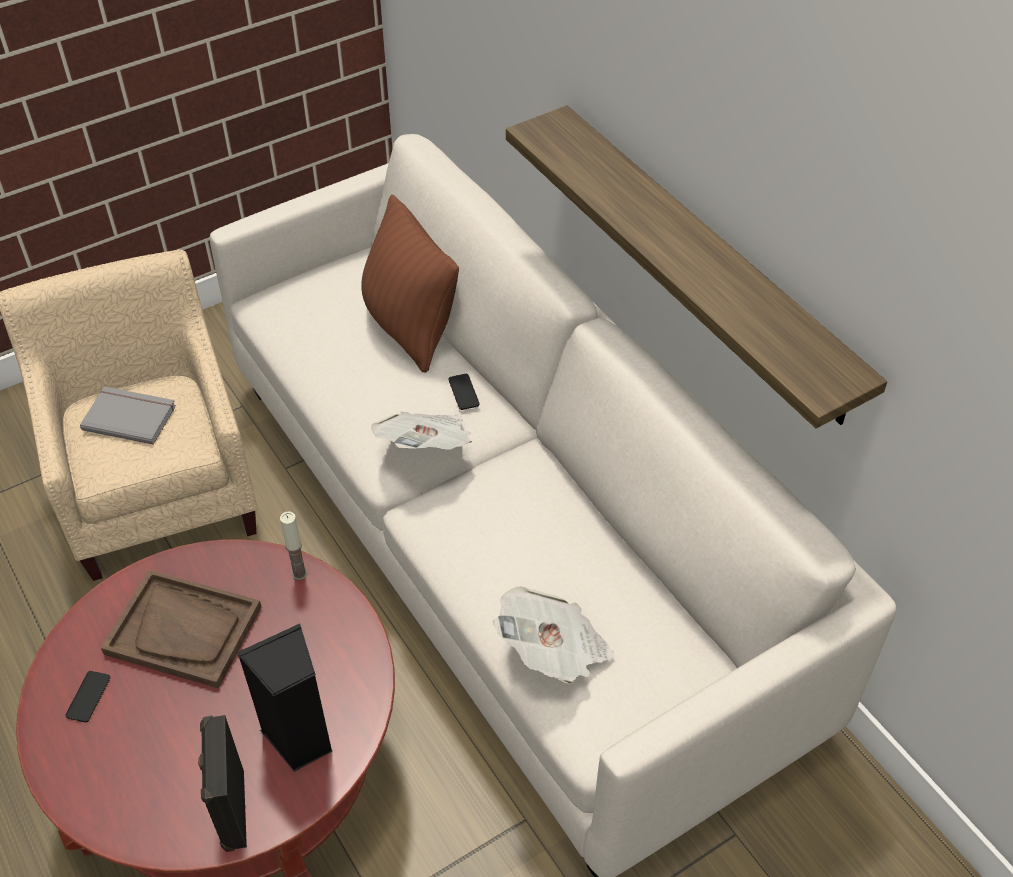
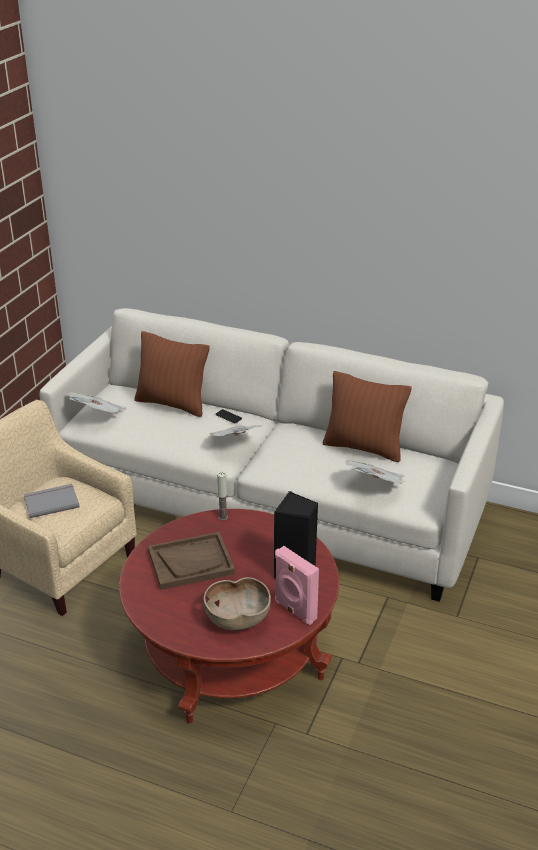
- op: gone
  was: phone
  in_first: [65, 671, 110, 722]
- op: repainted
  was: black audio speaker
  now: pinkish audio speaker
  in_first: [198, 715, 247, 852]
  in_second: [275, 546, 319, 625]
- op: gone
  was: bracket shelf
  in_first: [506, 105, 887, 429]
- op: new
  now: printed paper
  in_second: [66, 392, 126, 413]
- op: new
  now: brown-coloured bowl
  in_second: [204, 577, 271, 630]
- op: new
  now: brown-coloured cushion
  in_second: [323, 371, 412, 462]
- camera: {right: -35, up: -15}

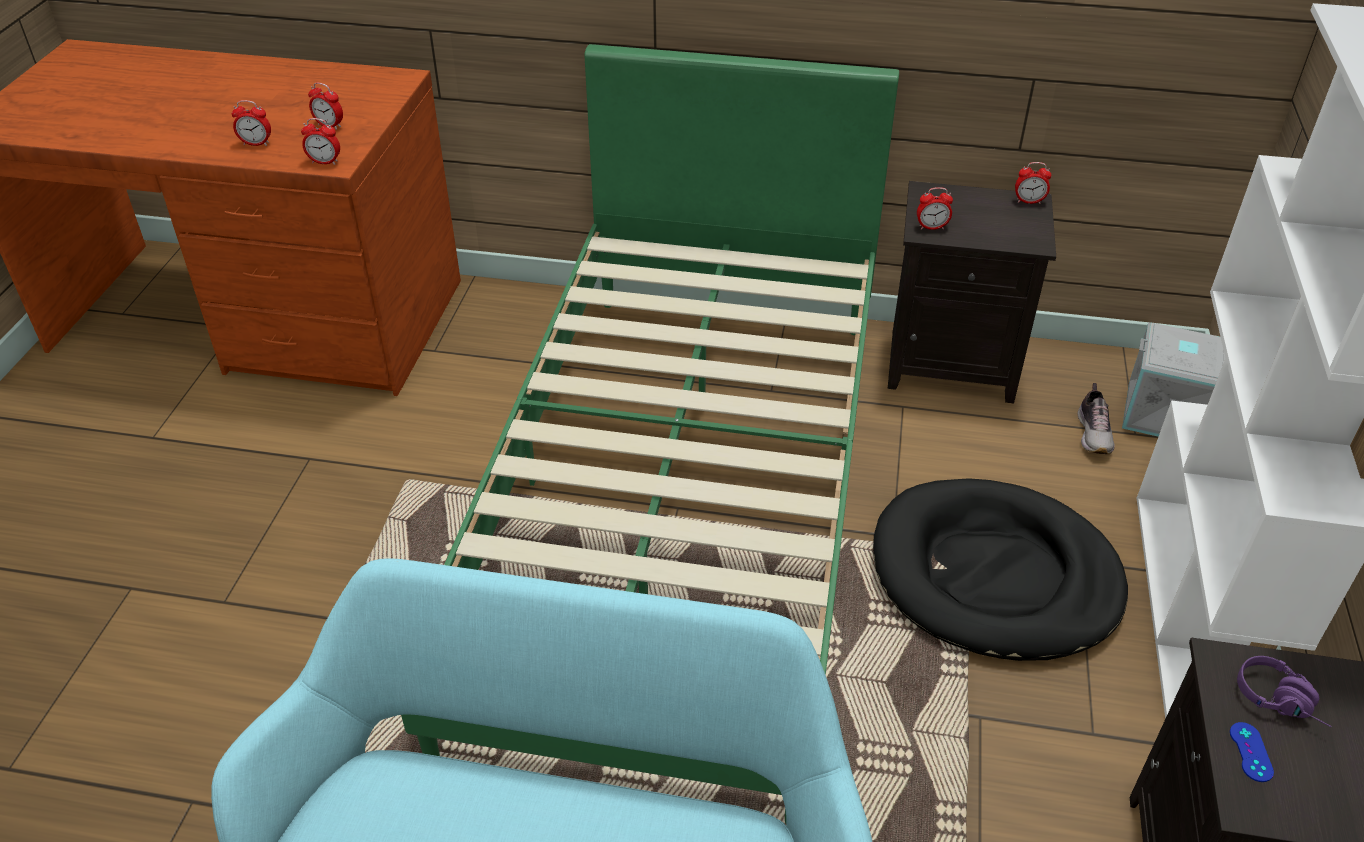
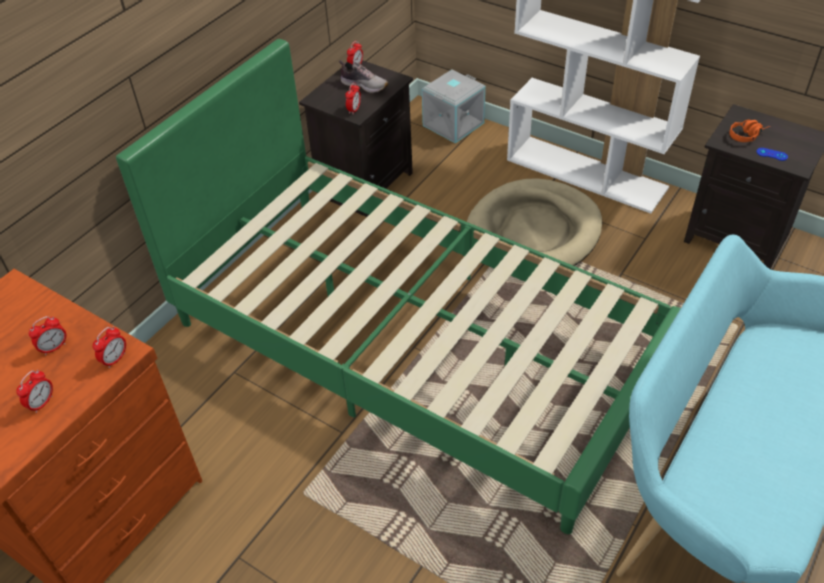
- op: repainted
  was: black dog bed
  now: beige dog bed
  in_first: [873, 478, 1128, 661]
  in_second: [467, 178, 602, 266]
- op: shifted
  was: shoe
  in_first: [1077, 383, 1115, 454]
  in_second: [339, 60, 389, 93]
- op: repainted
  was: purplish headset
  now: orange headset
  in_first: [1237, 656, 1331, 727]
  in_second: [729, 120, 770, 142]
- camera: {right: -65, up: 5}

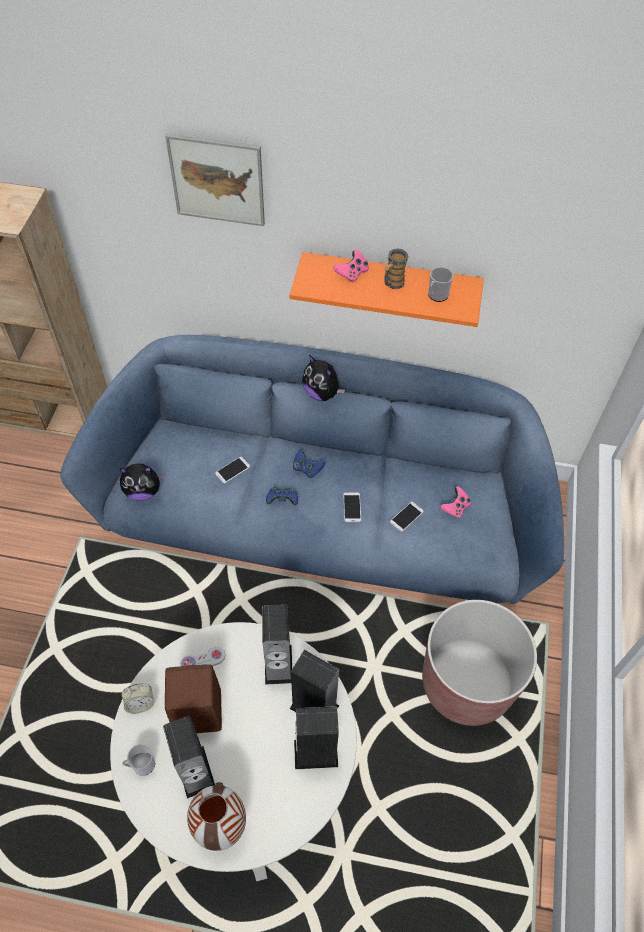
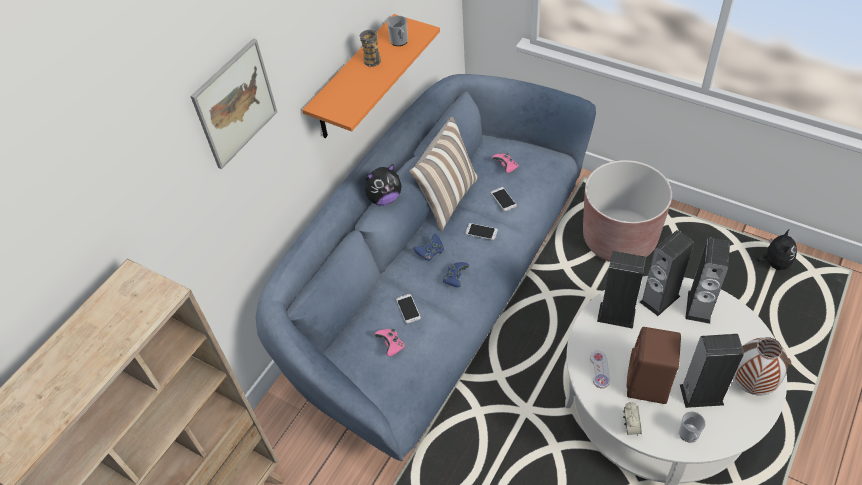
- op: shifted
  was: plush toy
  in_first: [120, 463, 164, 501]
  in_second: [756, 229, 797, 270]
- op: shifted
  was: pinkish joypad
  in_first: [333, 250, 369, 283]
  in_second: [374, 329, 405, 356]
- op: new
  now: cushion
  in_second: [409, 117, 479, 232]
- camera: {right: -65, up: -5}

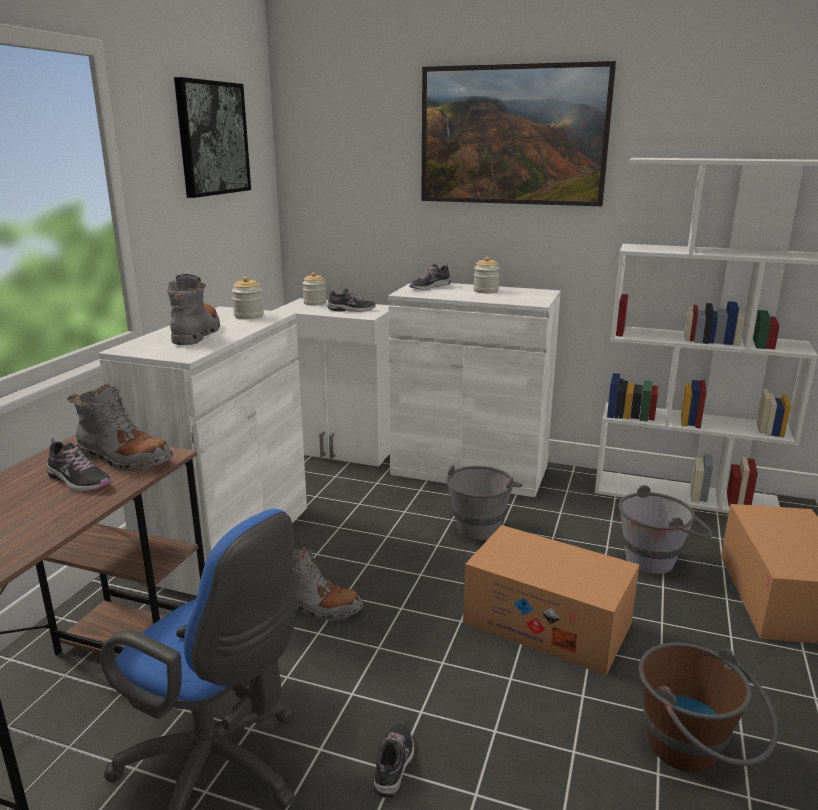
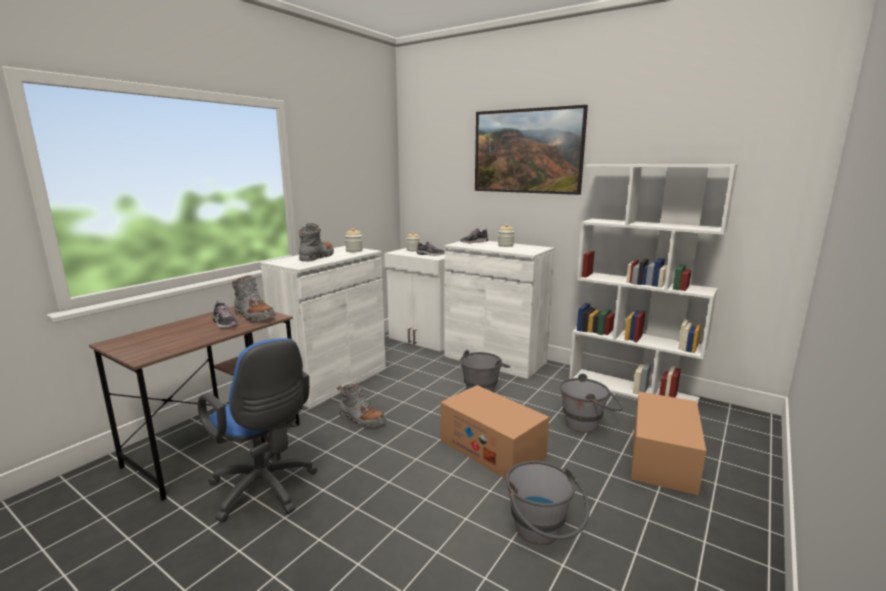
- op: gone
  was: wall picture
  in_first: [174, 77, 251, 198]
- op: gone
  was: shoe
  in_first: [374, 721, 414, 798]
- op: repainted
  was: brown-coloured water bucket
  now: grey water bucket
  in_first: [639, 643, 778, 772]
  in_second: [506, 461, 590, 545]
- camera: {right: 15, up: -5}

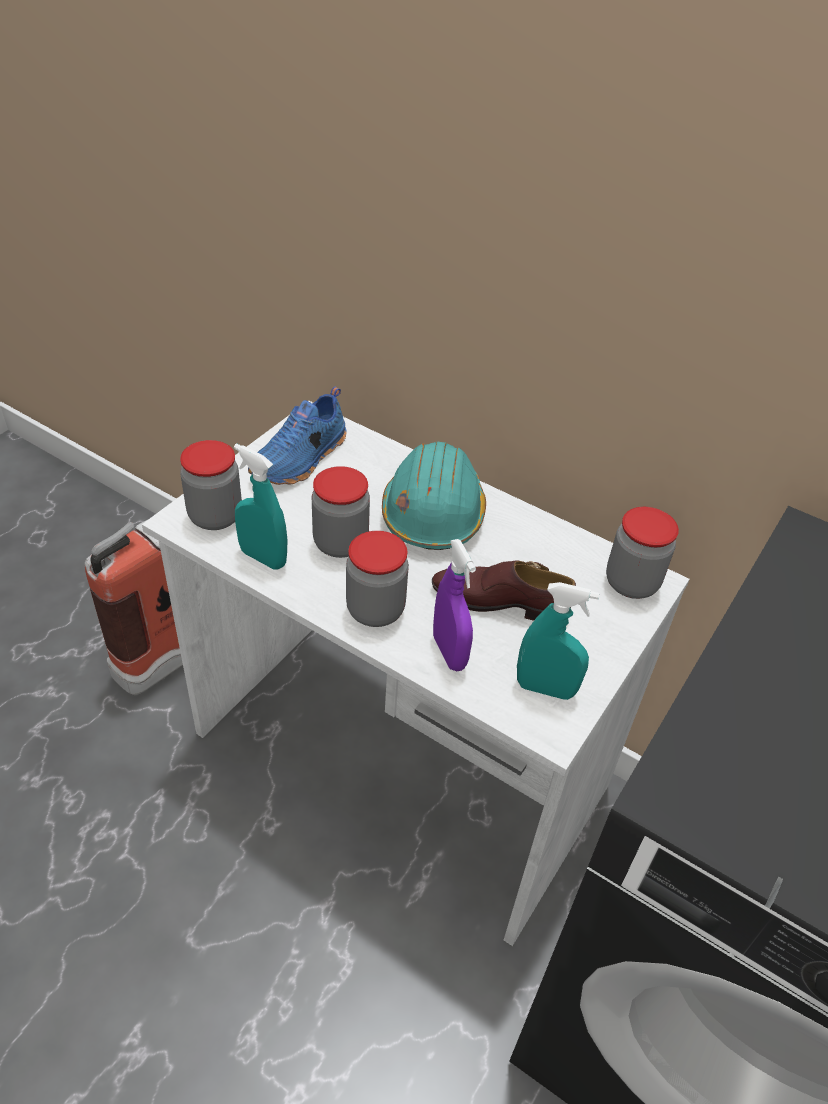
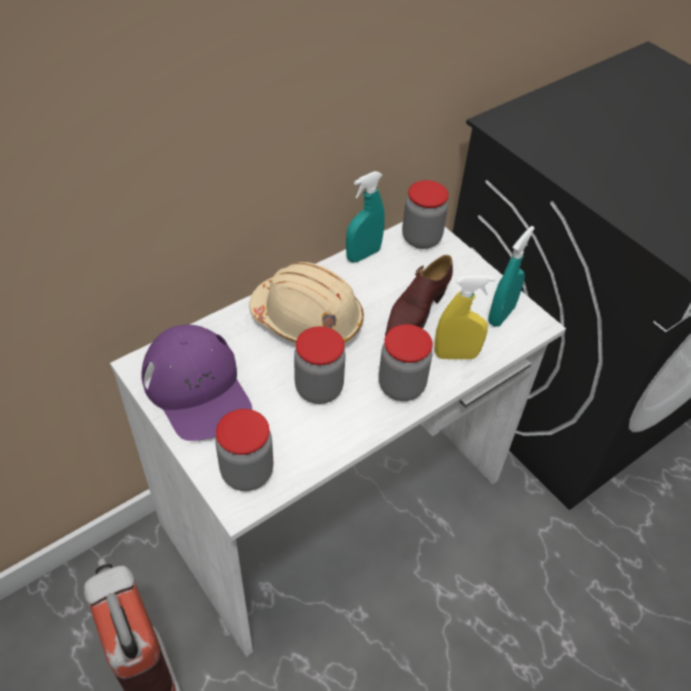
- op: shifted
  was: blue-green spray bottle
  in_first: [234, 443, 288, 570]
  in_second: [346, 171, 385, 262]
- op: swapped
  was: bluish shoe
  now: purplish baseball cap
  in_first: [248, 387, 346, 485]
  in_second: [141, 324, 252, 441]
- op: repainted
  was: blue-green hard hat
  now: beige hard hat
  in_first: [382, 442, 486, 550]
  in_second: [249, 262, 364, 344]
- op: repainted
  was: purplish spray bottle
  now: yellow spray bottle
  in_first: [433, 539, 476, 671]
  in_second: [435, 275, 495, 359]
- camera: {right: -70, up: 5}

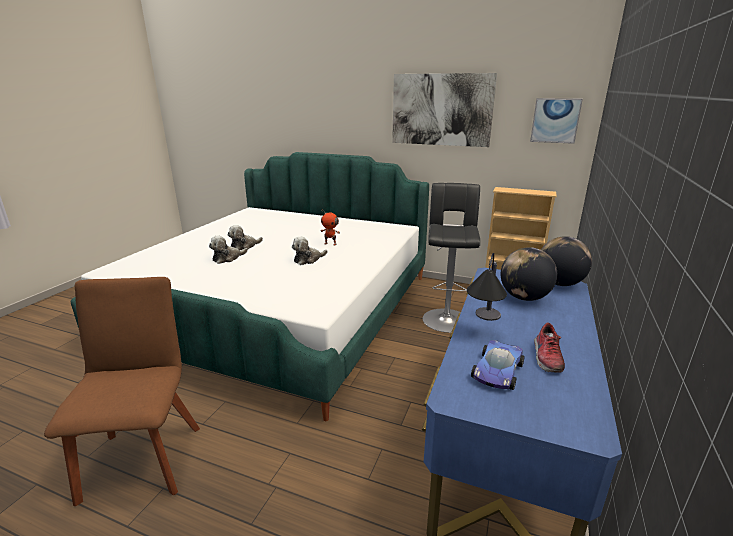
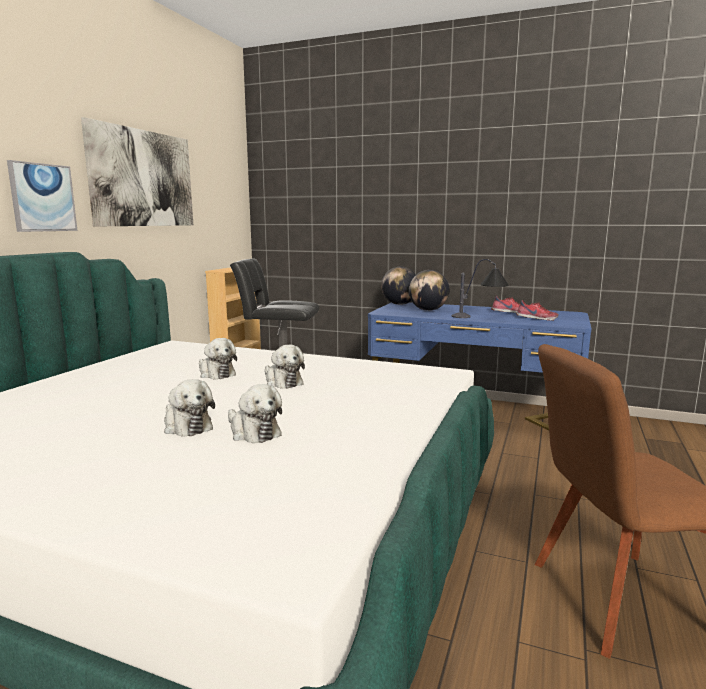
- op: swapped
  was: toy robot
  now: plush toy
  in_first: [321, 209, 340, 245]
  in_second: [199, 338, 237, 379]
- op: swapped
  was: model car
  now: shoe
  in_first: [471, 340, 525, 390]
  in_second: [516, 300, 559, 321]
- op: shifted
  was: wall picture
  in_first: [530, 98, 583, 144]
  in_second: [7, 160, 77, 232]
- camera: {right: -90, up: -10}

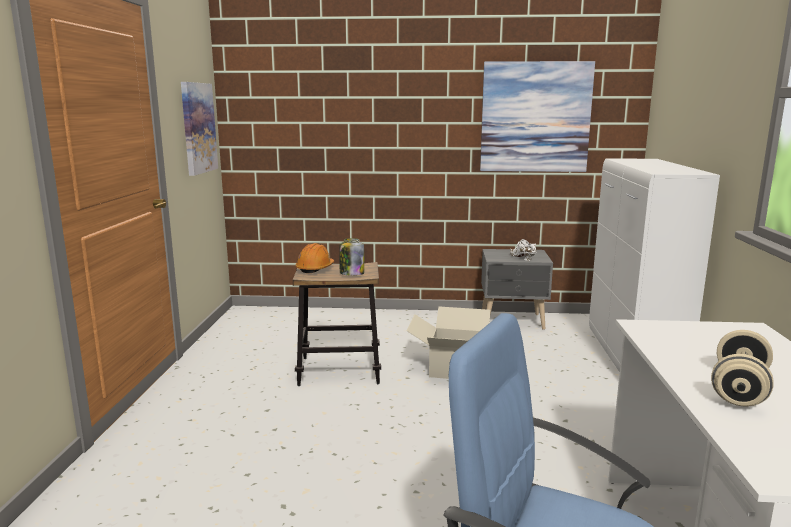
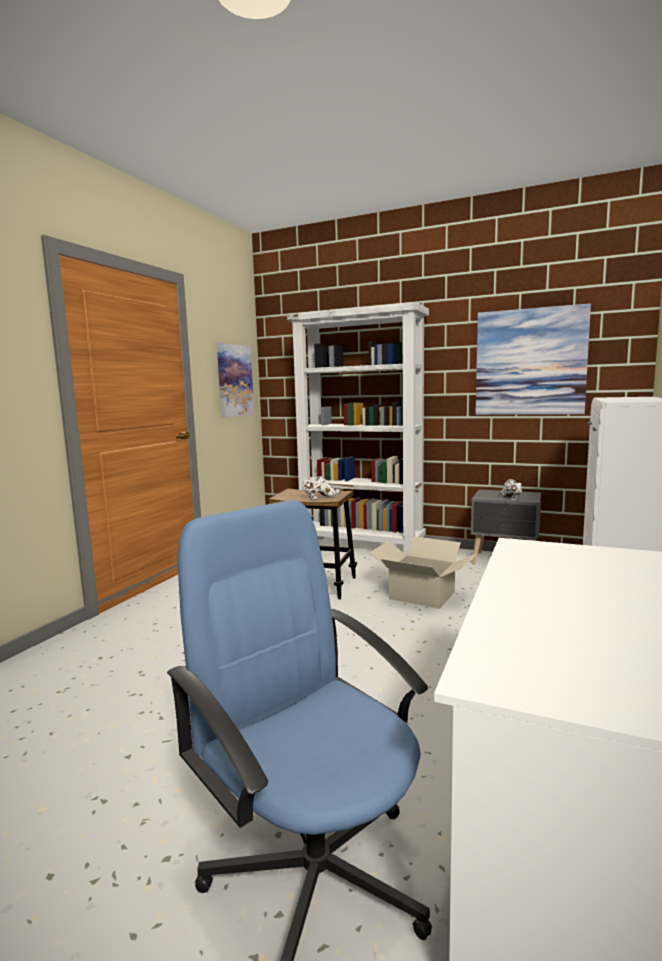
- op: gone
  was: orange hard hat
  in_first: [295, 243, 334, 273]
- op: swapped
  was: jar
  now: white shoe
  in_first: [339, 238, 364, 276]
  in_second: [302, 476, 341, 499]
- op: gone
  was: beige dumbbell
  in_first: [711, 330, 774, 406]
- op: new
  now: white bookshelf
  in_second: [287, 302, 429, 555]
- camera: {right: 20, up: -5}

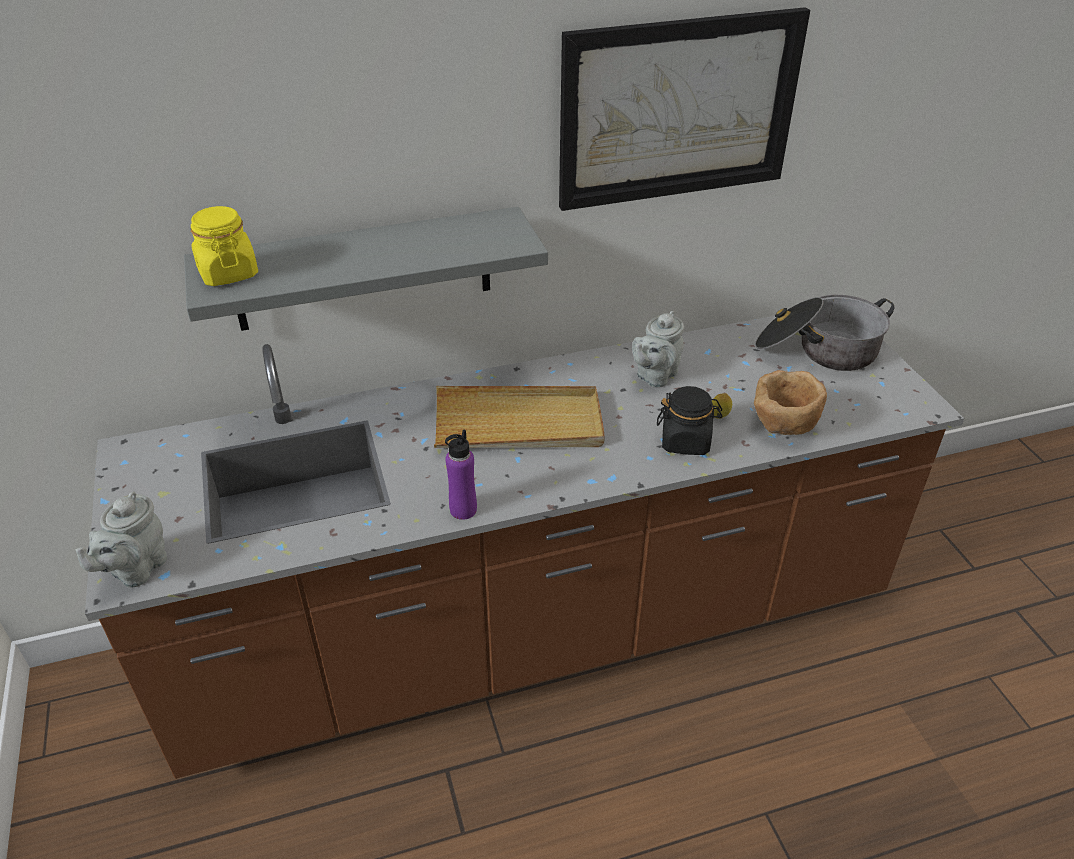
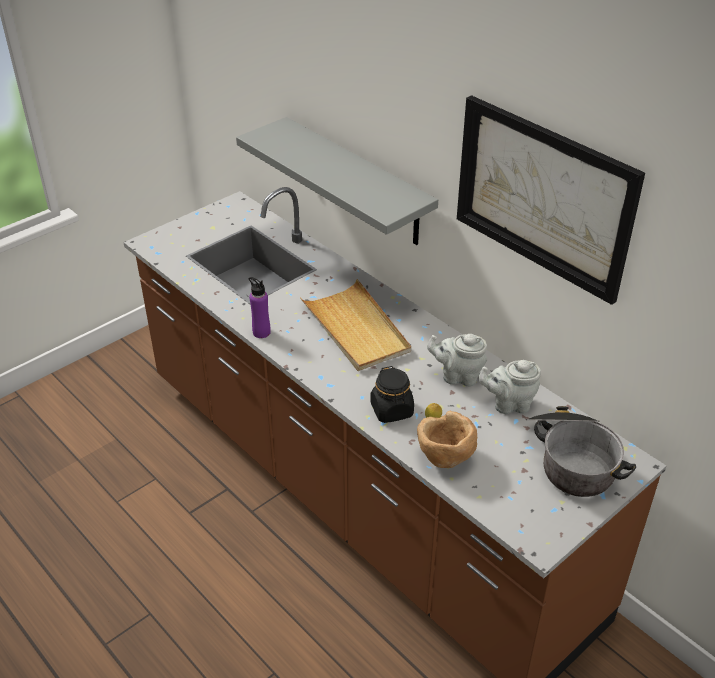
- op: shifted
  was: grey pot for tea
  in_first: [76, 491, 167, 588]
  in_second: [479, 360, 541, 414]
- op: gone
  was: yellow jar
  in_first: [191, 206, 258, 286]
- camera: {right: 65, up: 0}

